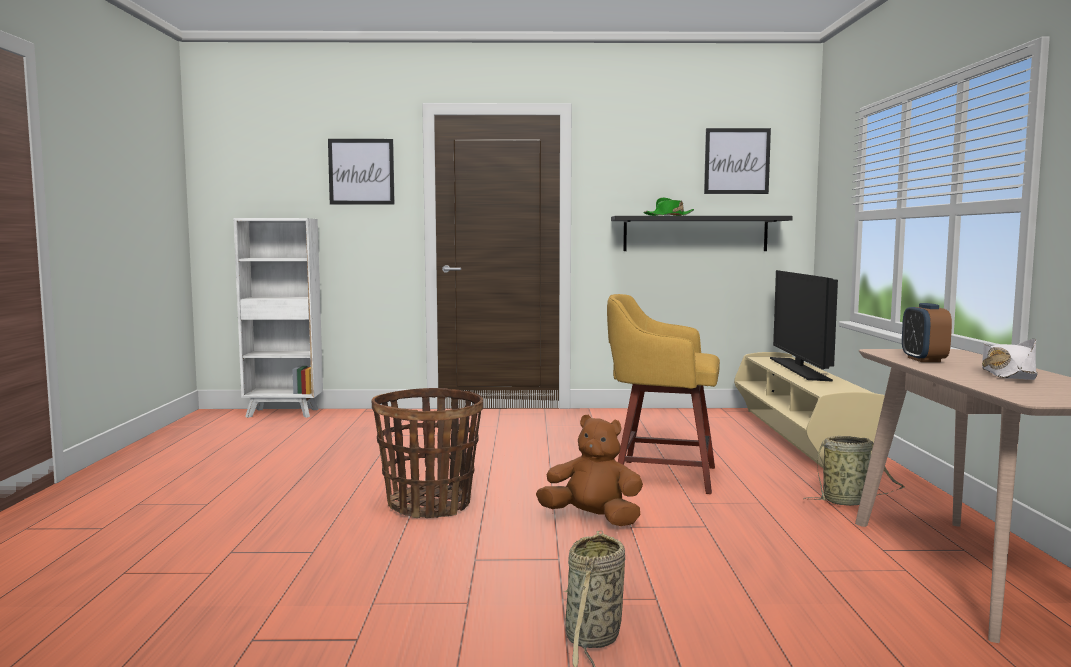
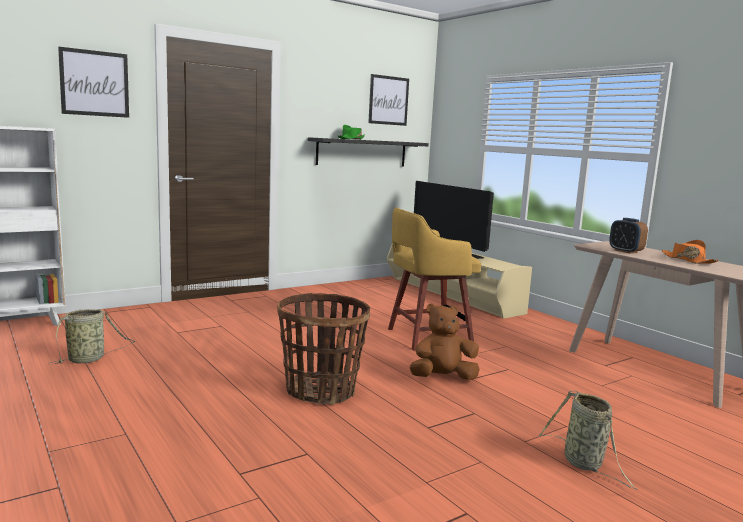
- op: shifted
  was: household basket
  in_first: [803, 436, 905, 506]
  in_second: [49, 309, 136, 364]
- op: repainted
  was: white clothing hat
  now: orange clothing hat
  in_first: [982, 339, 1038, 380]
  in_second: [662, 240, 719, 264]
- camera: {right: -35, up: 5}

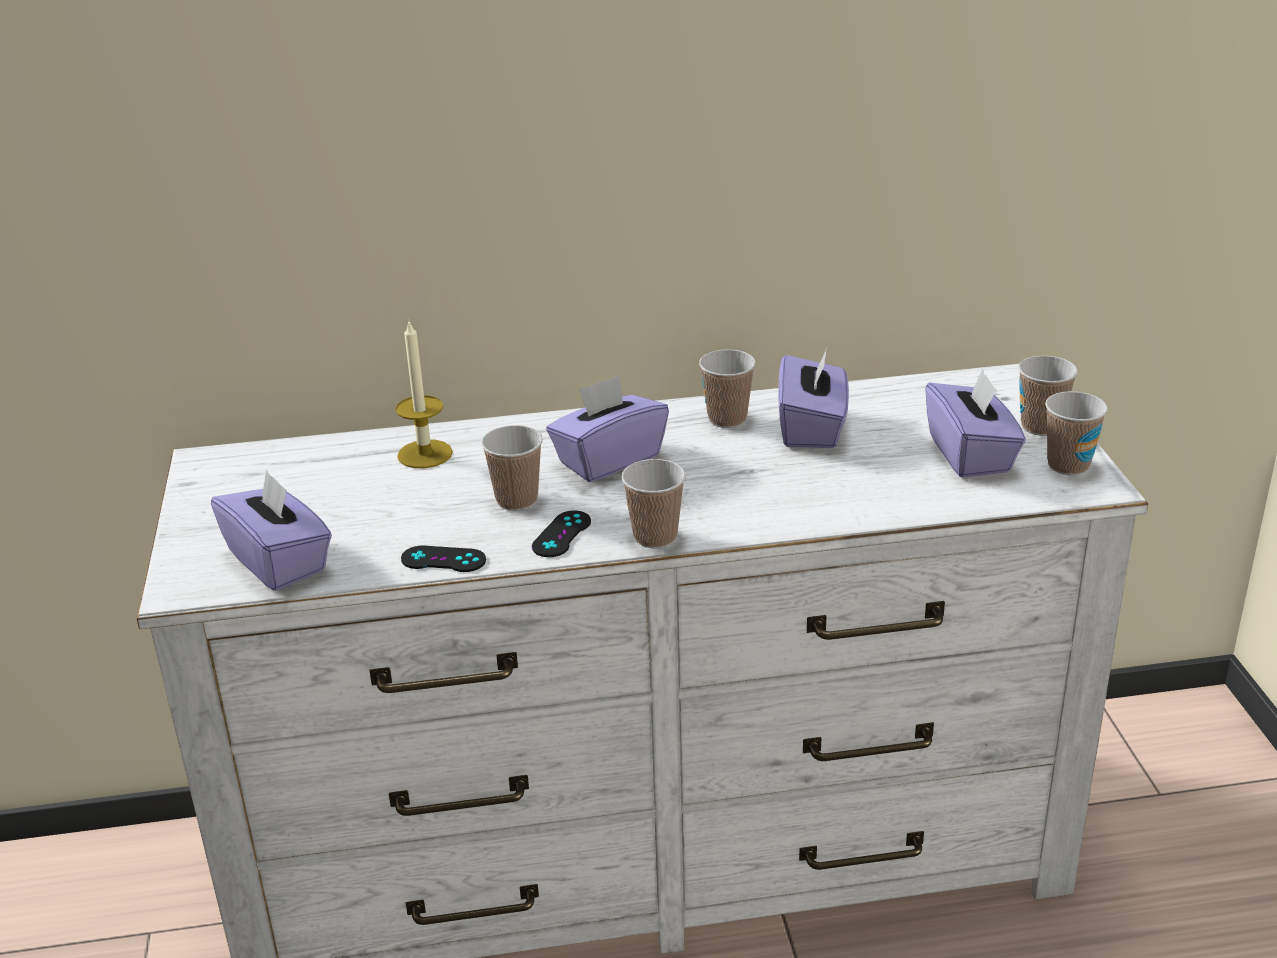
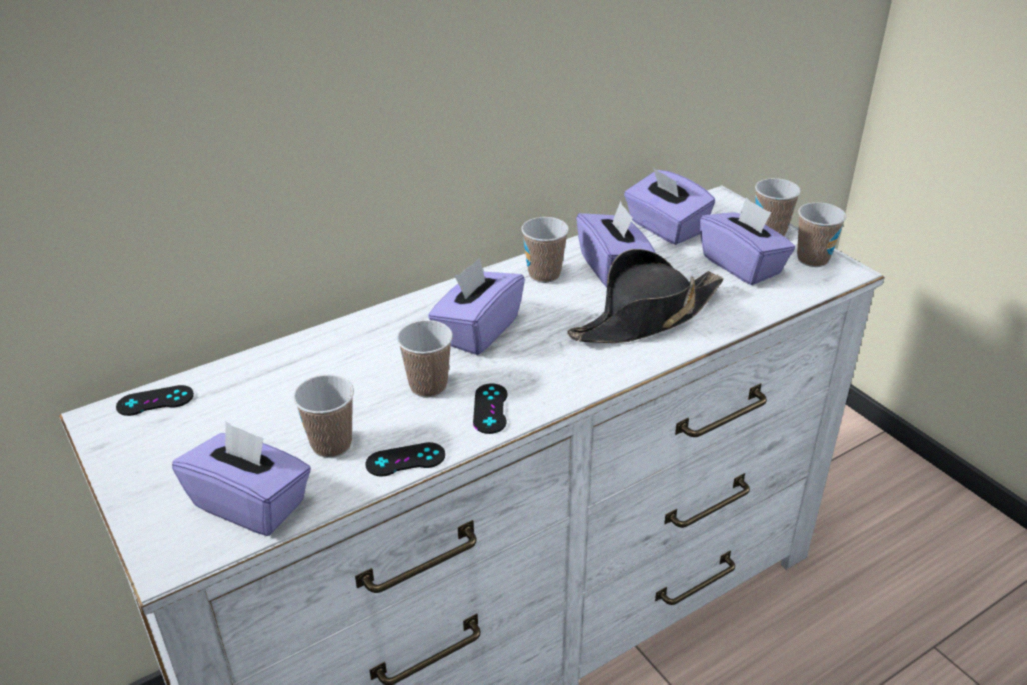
- op: gone
  was: candle
  in_first: [395, 322, 453, 468]
- op: shifted
  was: small cup
  in_first: [621, 459, 686, 549]
  in_second: [293, 375, 354, 458]
- op: new
  now: black joypad
  in_second: [116, 385, 194, 416]
- op: new
  now: black clothing hat
  in_second: [567, 249, 724, 343]
- op: new
  now: purplish tissue box
  in_second: [624, 168, 715, 245]
- camera: {right: -25, up: 5}

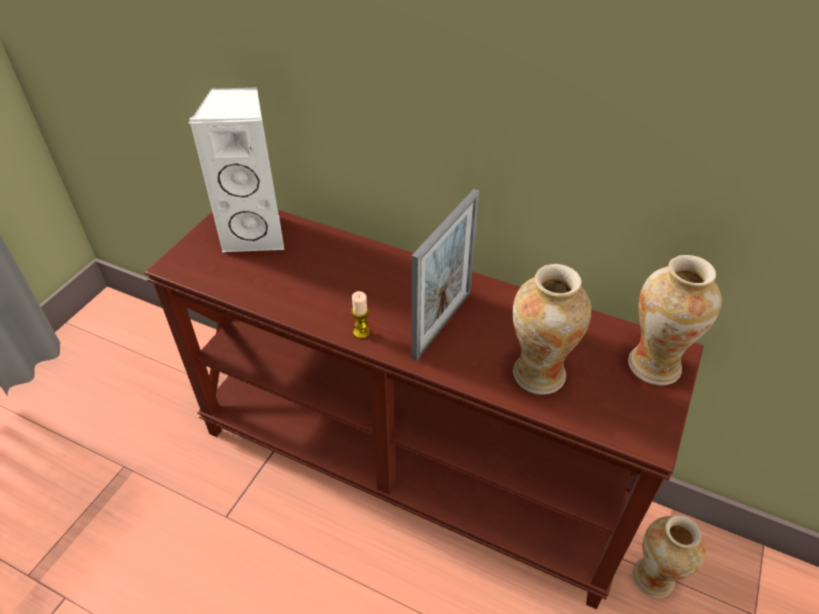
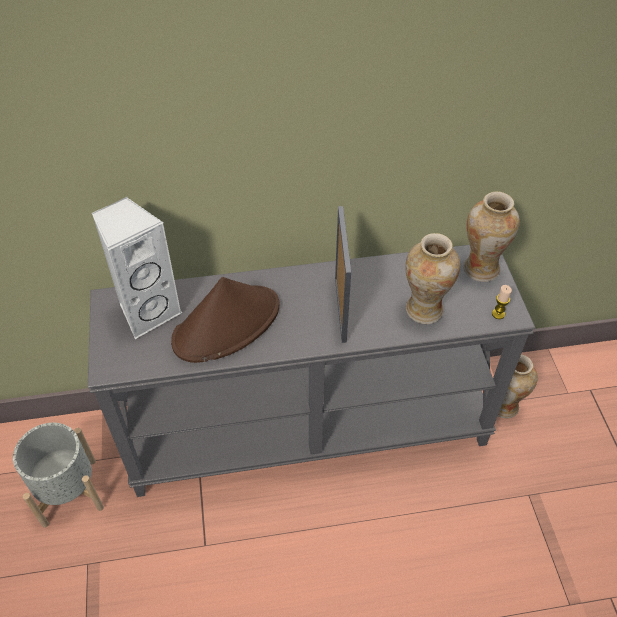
- op: repainted
  was: brown-coloured hall table
  now: grey hall table
  in_first: [144, 210, 704, 609]
  in_second: [88, 245, 536, 497]
- op: shifted
  was: candle
  in_first: [351, 291, 370, 339]
  in_second: [492, 285, 512, 319]
- op: new
  now: grey flower pot
  in_second: [13, 423, 104, 528]
- op: new
  now: brown-coloured clothing hat
  in_second: [171, 277, 279, 363]
- camera: {right: -35, up: 5}

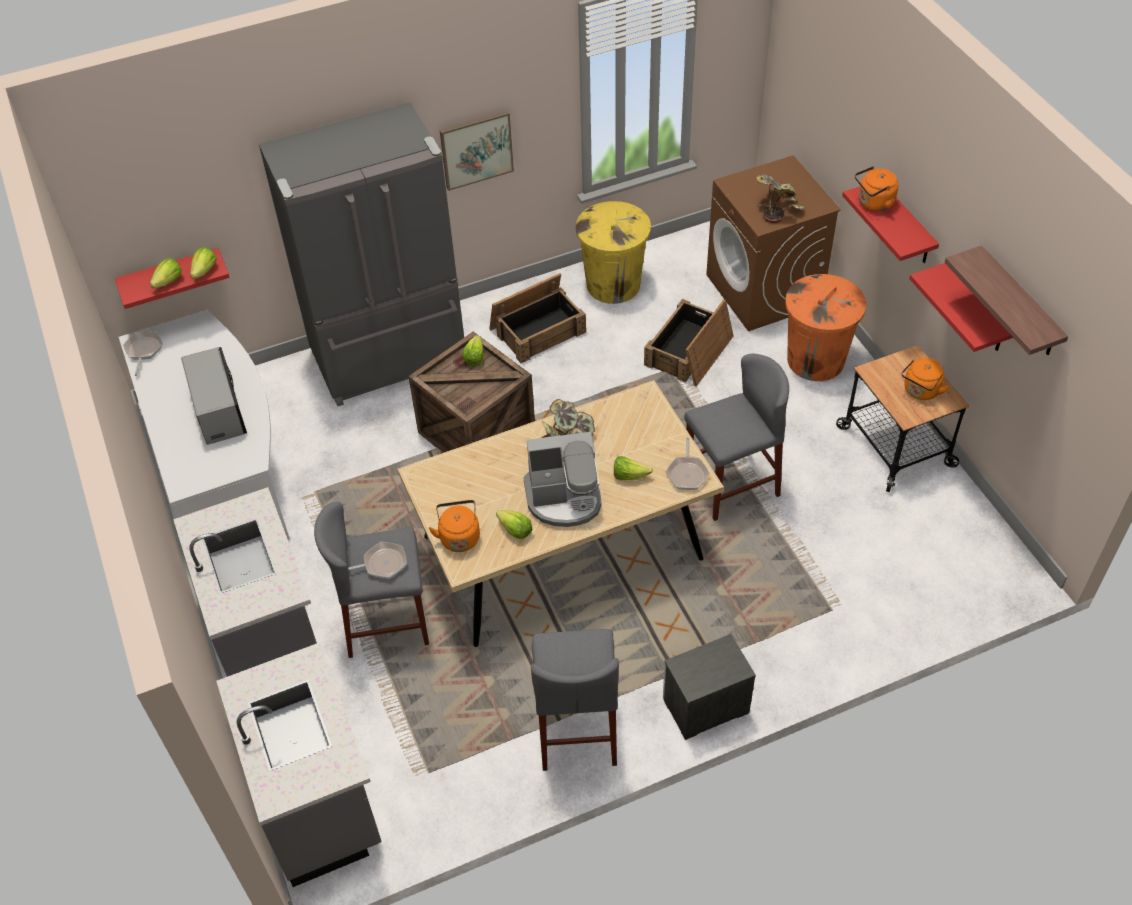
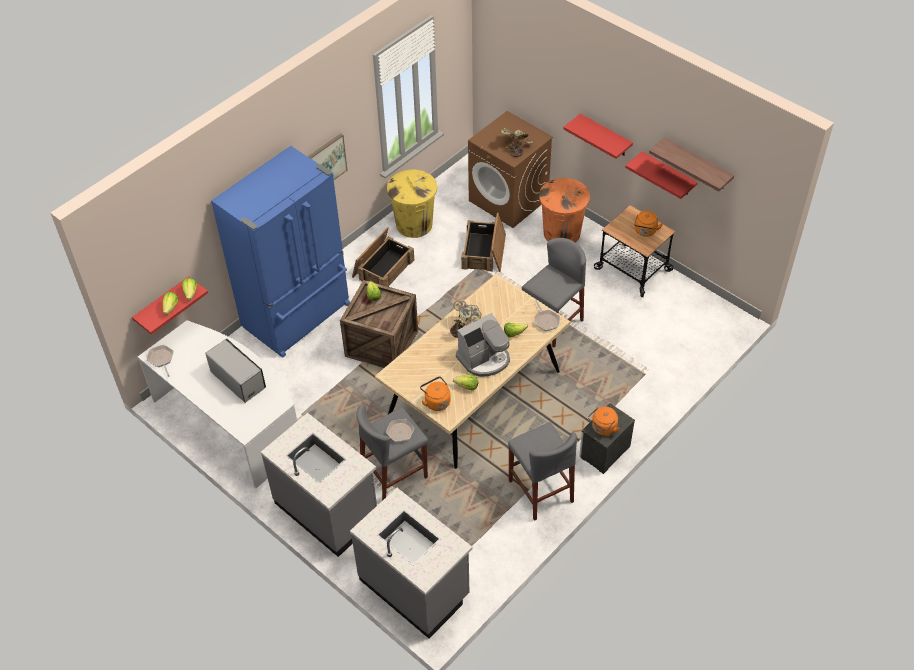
- op: repainted
  was: grey kitchen fridge
  now: bluish kitchen fridge
  in_first: [259, 102, 464, 406]
  in_second: [211, 146, 350, 358]
- op: shifted
  was: orange tea kettle
  in_first: [855, 166, 898, 211]
  in_second: [588, 407, 620, 436]
- camera: {right: -25, up: 0}

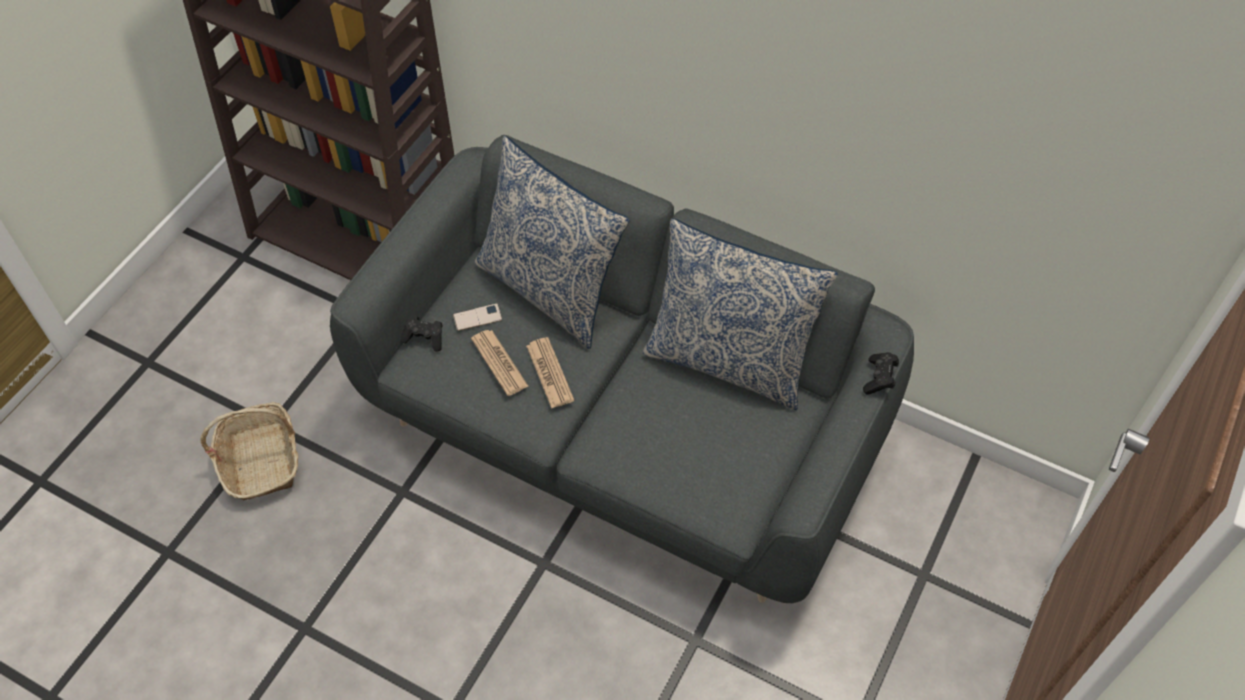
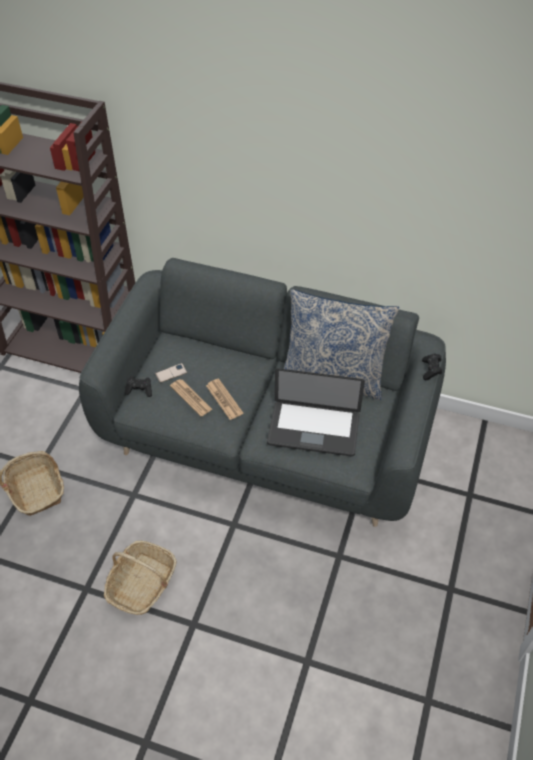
- op: gone
  was: cushion
  in_first: [475, 136, 630, 349]
- op: new
  now: household basket
  in_second: [104, 541, 176, 615]
- op: new
  now: portable computer
  in_second: [267, 368, 365, 456]
- camera: {right: -10, up: -5}

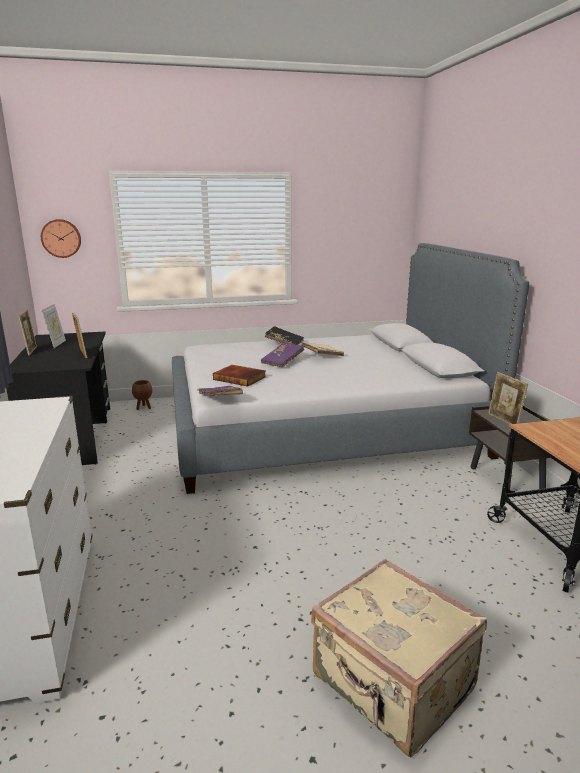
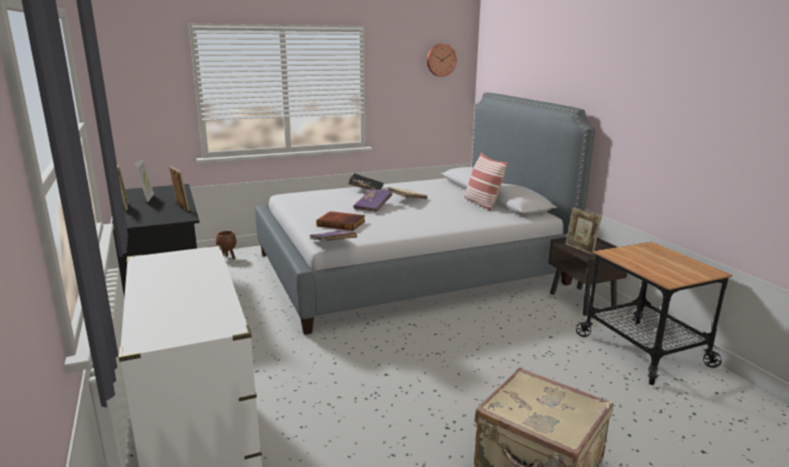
- op: shifted
  was: hanging clock
  in_first: [41, 219, 81, 258]
  in_second: [427, 44, 456, 77]
- op: new
  now: cushion
  in_second: [464, 152, 508, 211]
- camera: {right: -10, up: 0}

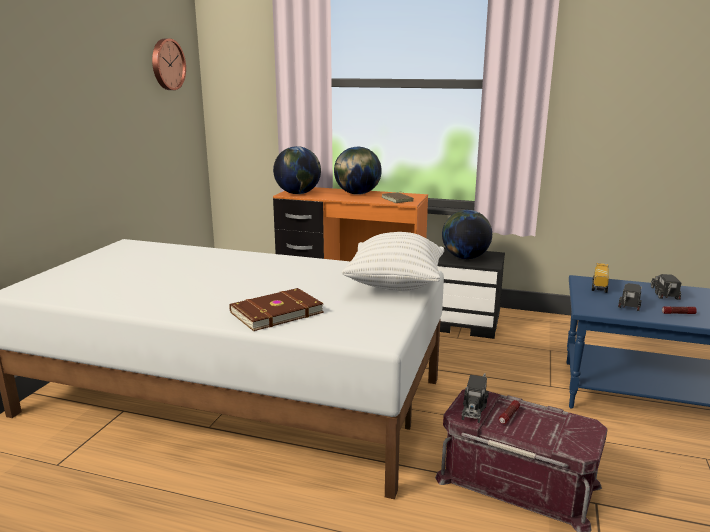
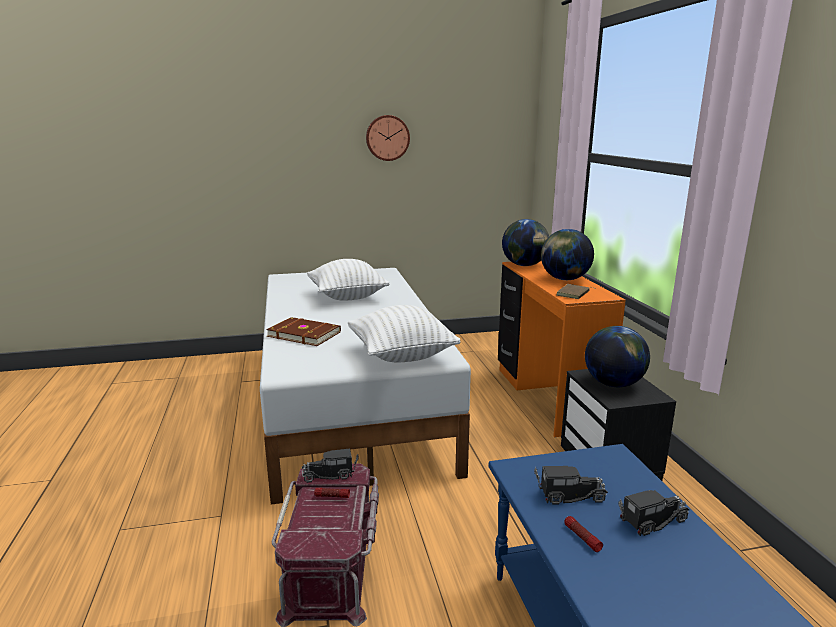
- op: shifted
  was: hanging clock
  in_first: [152, 38, 186, 90]
  in_second: [366, 115, 410, 161]
- op: gone
  was: model truck
  in_first: [592, 263, 609, 293]
- op: new
  now: white cushion
  in_second: [307, 259, 390, 301]
- camera: {right: 60, up: 0}

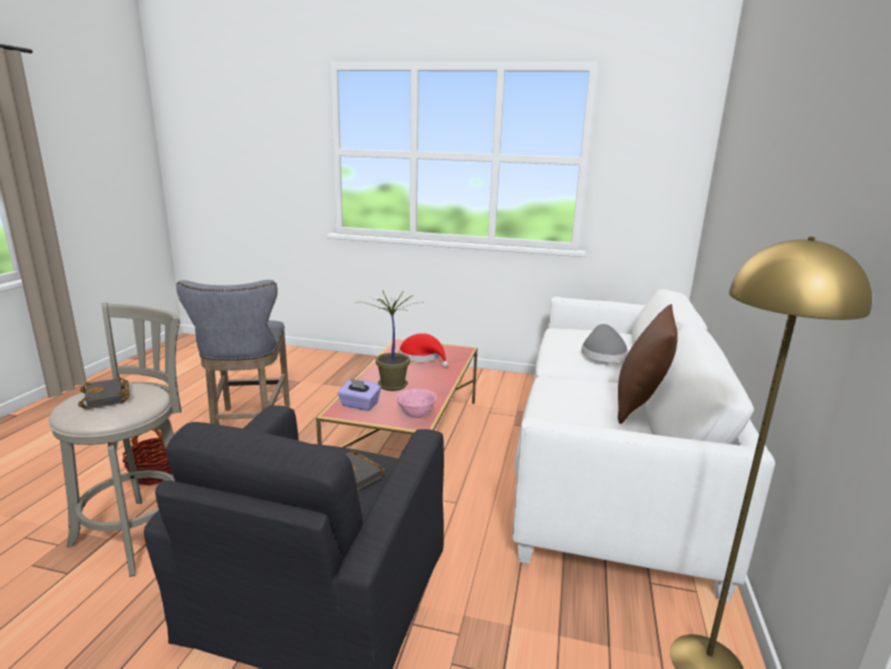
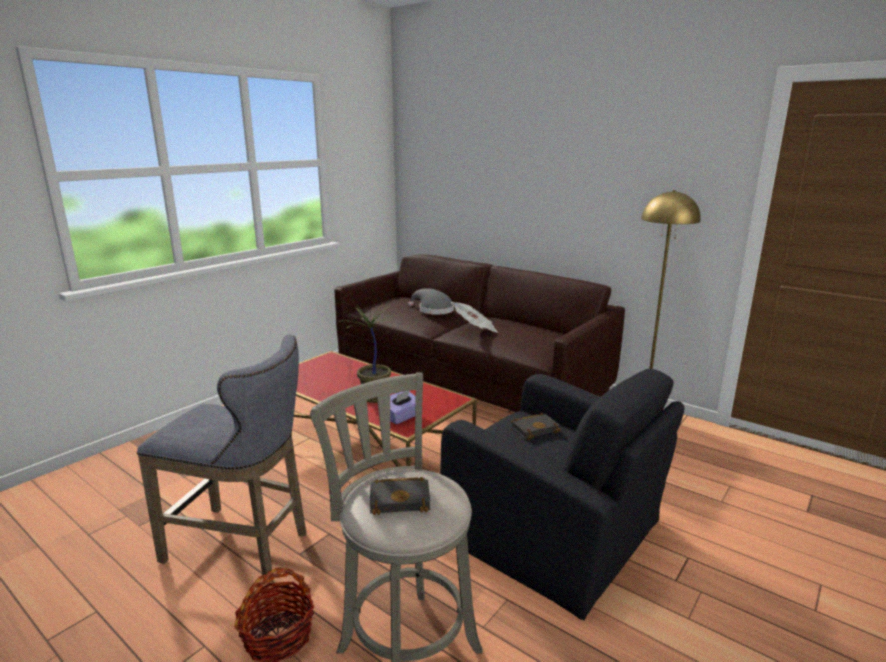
- op: gone
  was: pinkish bowl
  in_first: [396, 389, 437, 418]
- op: gone
  was: red-coloured clothing hat
  in_first: [399, 333, 448, 368]
- op: repainted
  was: white couch
  now: brown-coloured couch
  in_first: [512, 289, 775, 602]
  in_second: [335, 255, 625, 412]
- op: gone
  was: brown-coloured cushion
  in_first: [618, 304, 678, 424]
- op: new
  now: printed paper
  in_second: [451, 302, 497, 332]
- camera: {right: -65, up: 0}

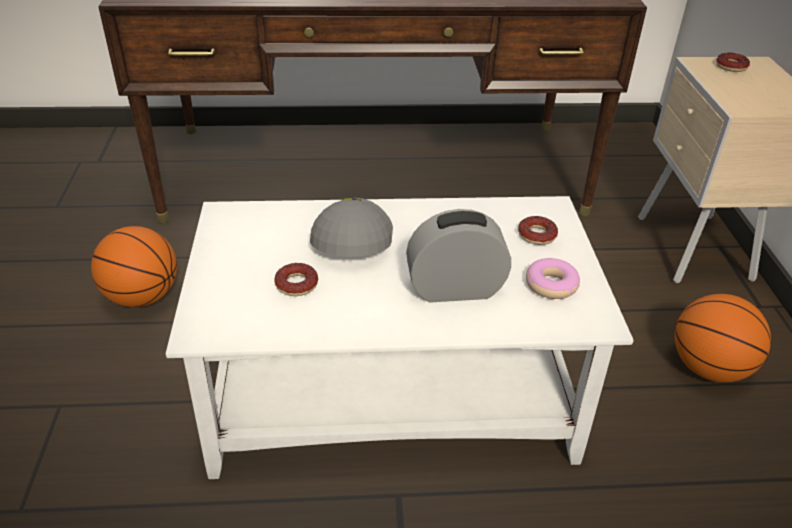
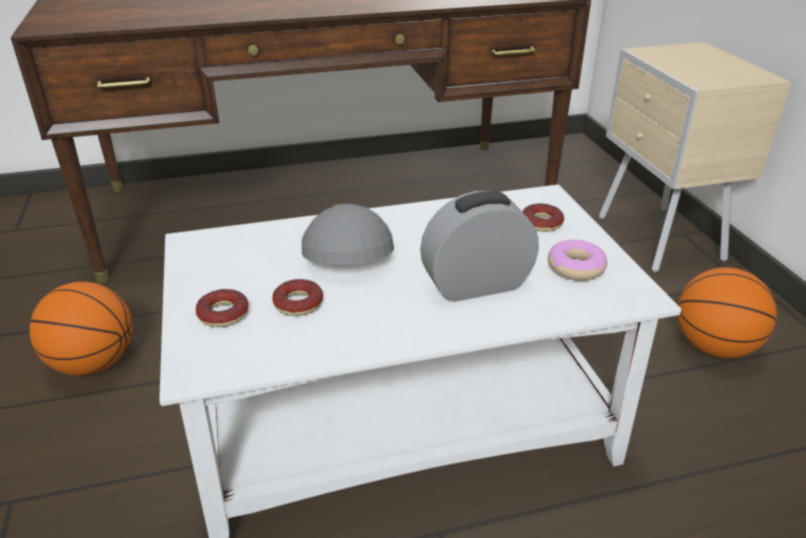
- op: shifted
  was: donut
  in_first: [716, 53, 750, 72]
  in_second: [196, 289, 249, 327]
- camera: {right: -10, up: -5}

